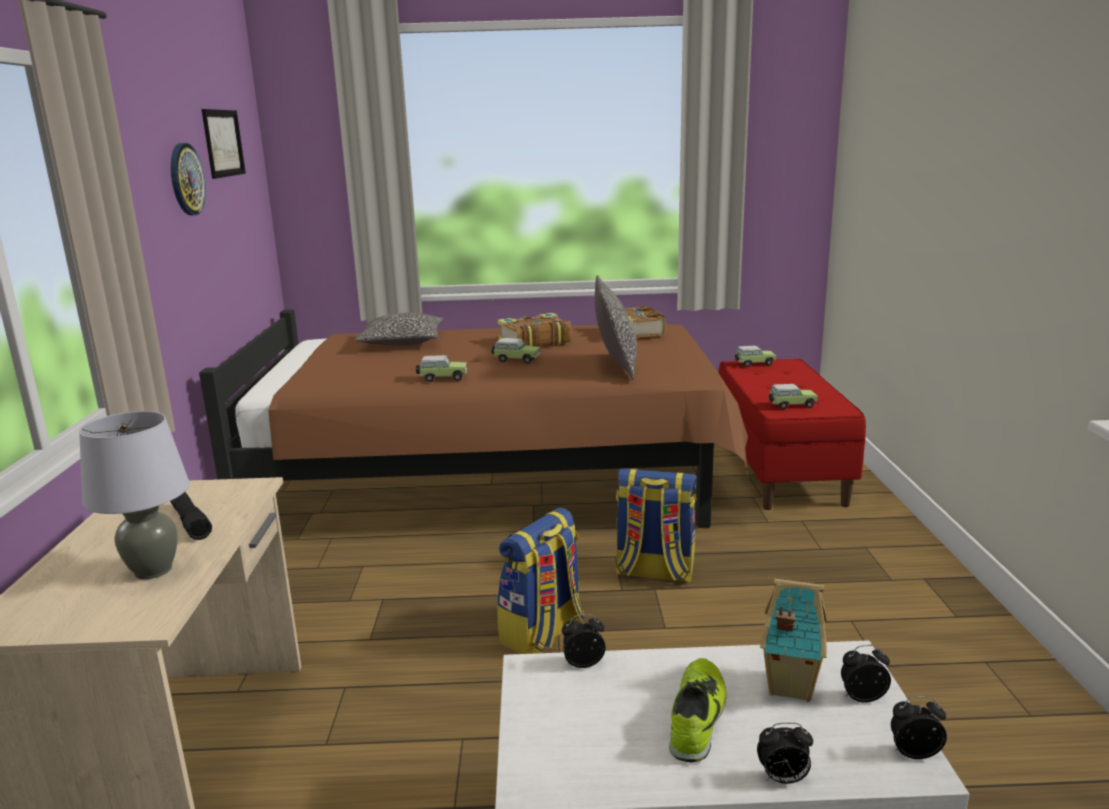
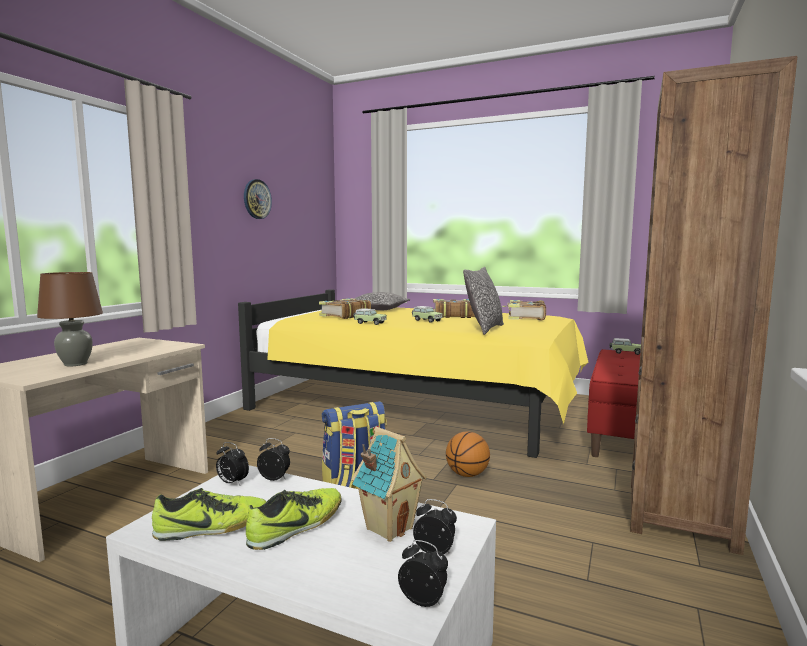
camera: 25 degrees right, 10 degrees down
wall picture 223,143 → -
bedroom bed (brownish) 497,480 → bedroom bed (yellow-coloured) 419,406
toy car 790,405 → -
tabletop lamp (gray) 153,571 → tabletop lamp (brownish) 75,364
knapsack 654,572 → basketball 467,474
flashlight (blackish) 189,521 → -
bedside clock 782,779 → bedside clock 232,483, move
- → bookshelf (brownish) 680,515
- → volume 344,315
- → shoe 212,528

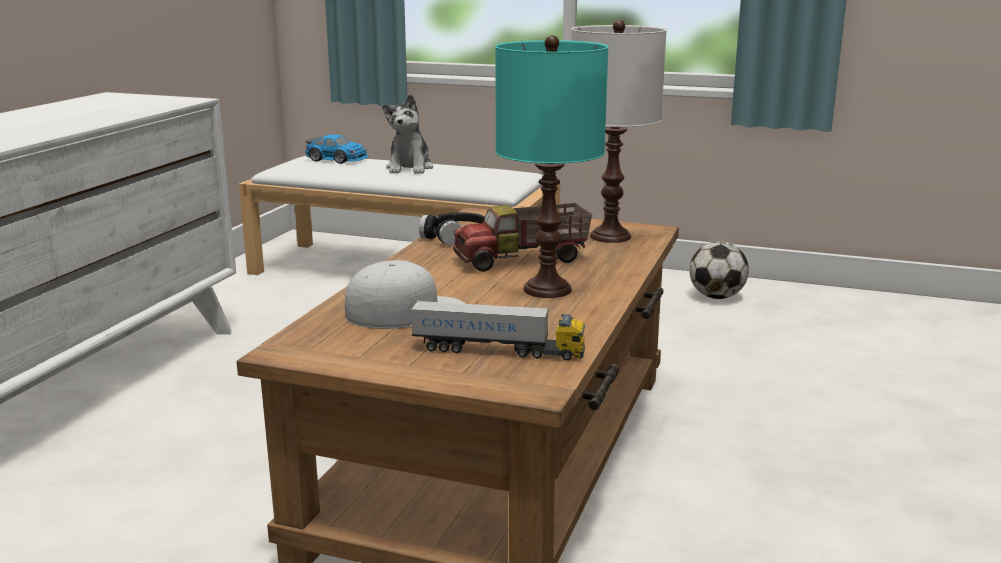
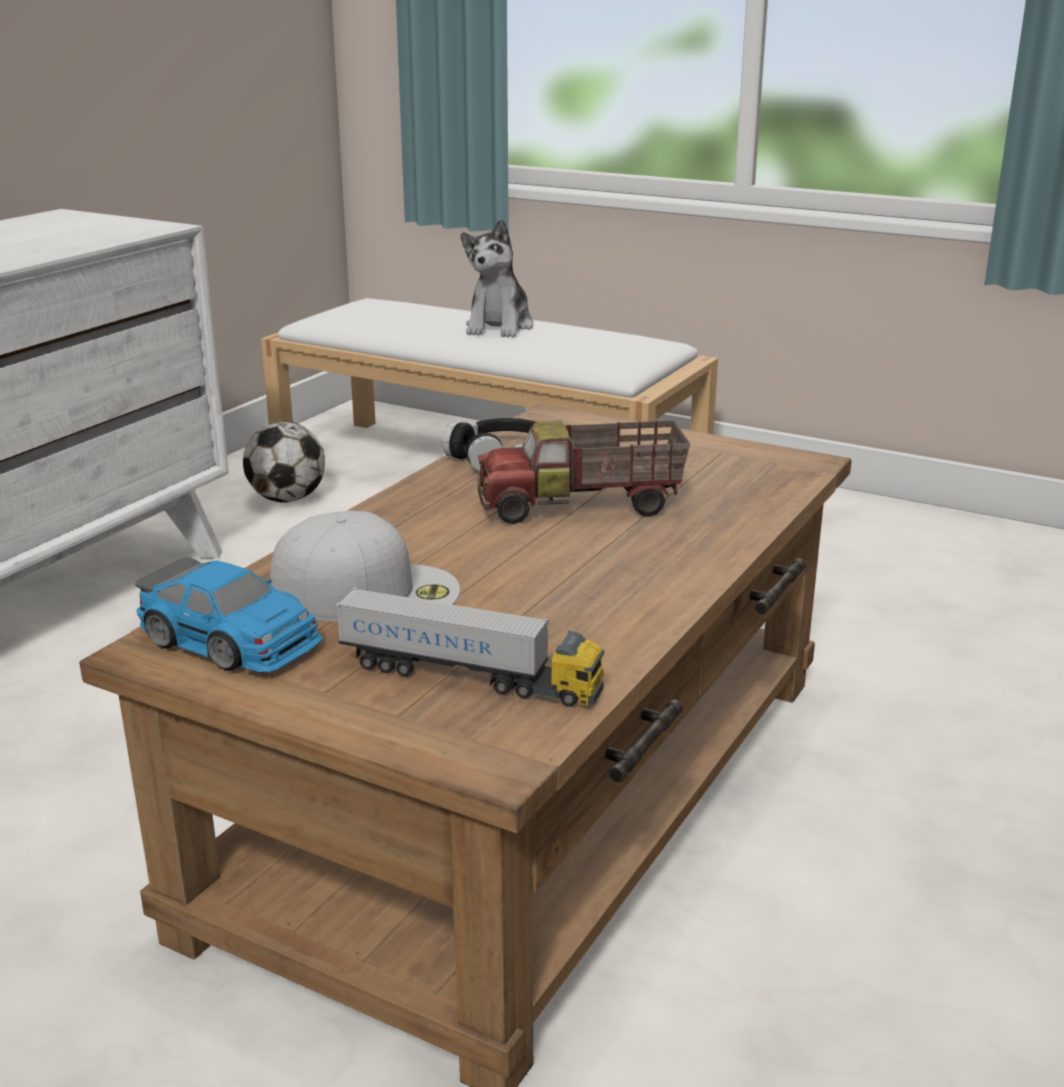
camera: 10 degrees right, 5 degrees up
tabletop lamp (whitish) 611,236 → -
tabletop lamp (turquoise-coloured) 547,289 → -
toy car 337,159 → toy car 231,641, move
ball for football 716,297 → ball for football 287,499, move

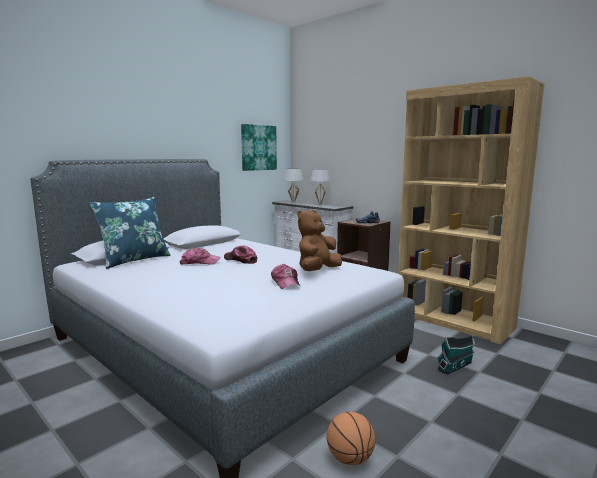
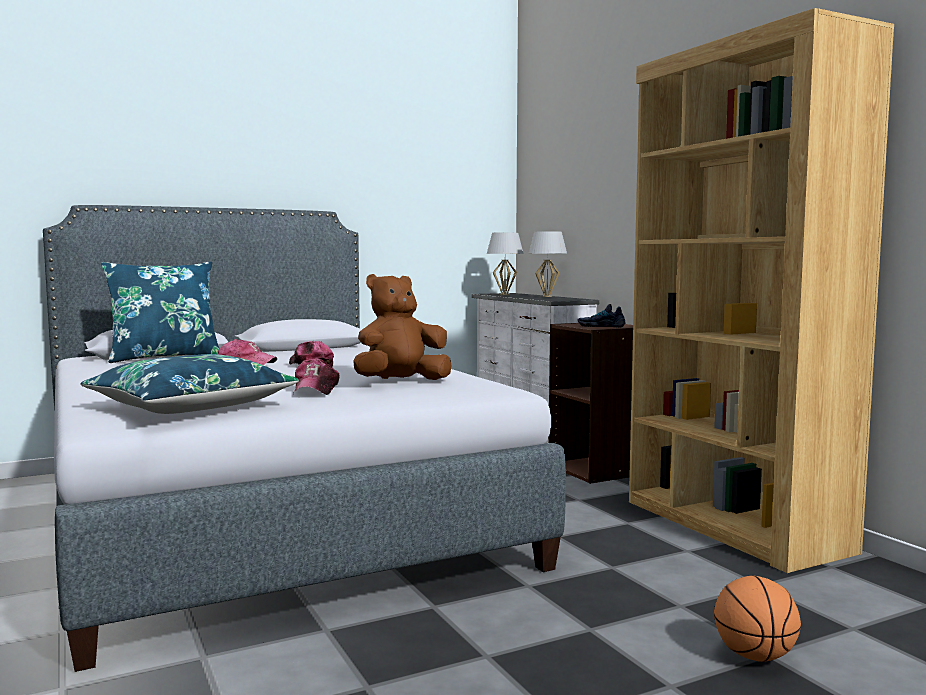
camera: 20 degrees right, 5 degrees down
wall picture 258,147 → -
miniature house 456,366 → -
basketball 350,458 → basketball 754,656, move
- → cushion (blue-coloured) 190,406

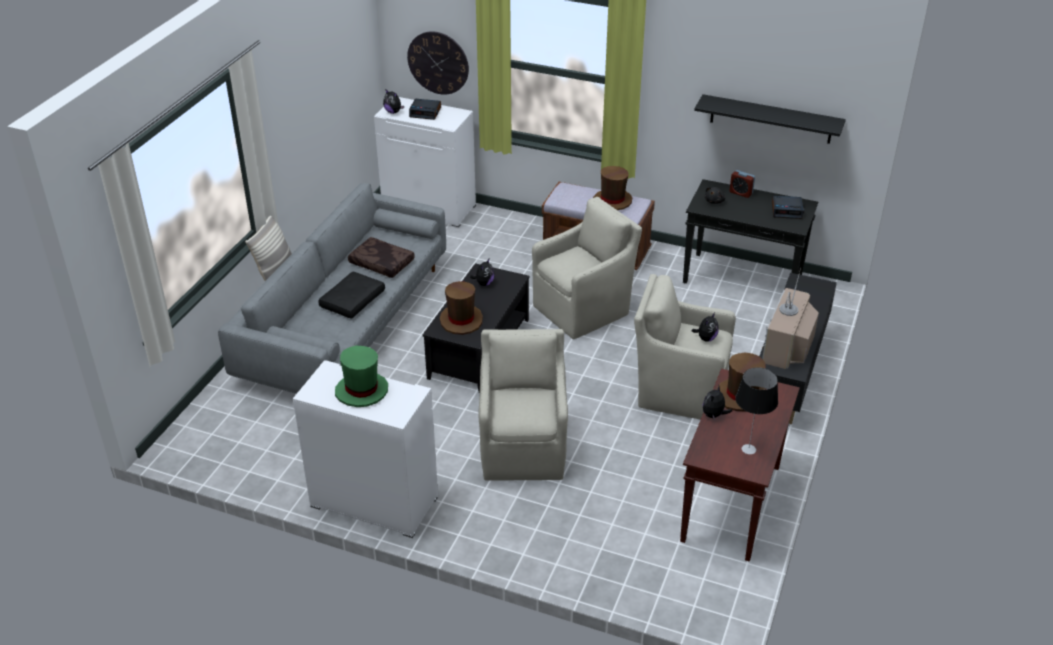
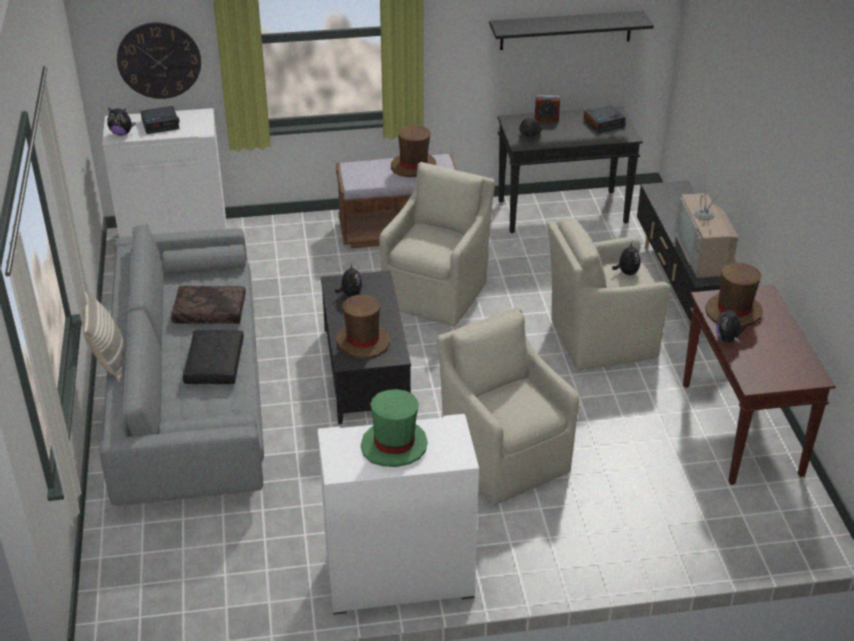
camera: 30 degrees left, 0 degrees up
tabletop lamp 748,449 → -

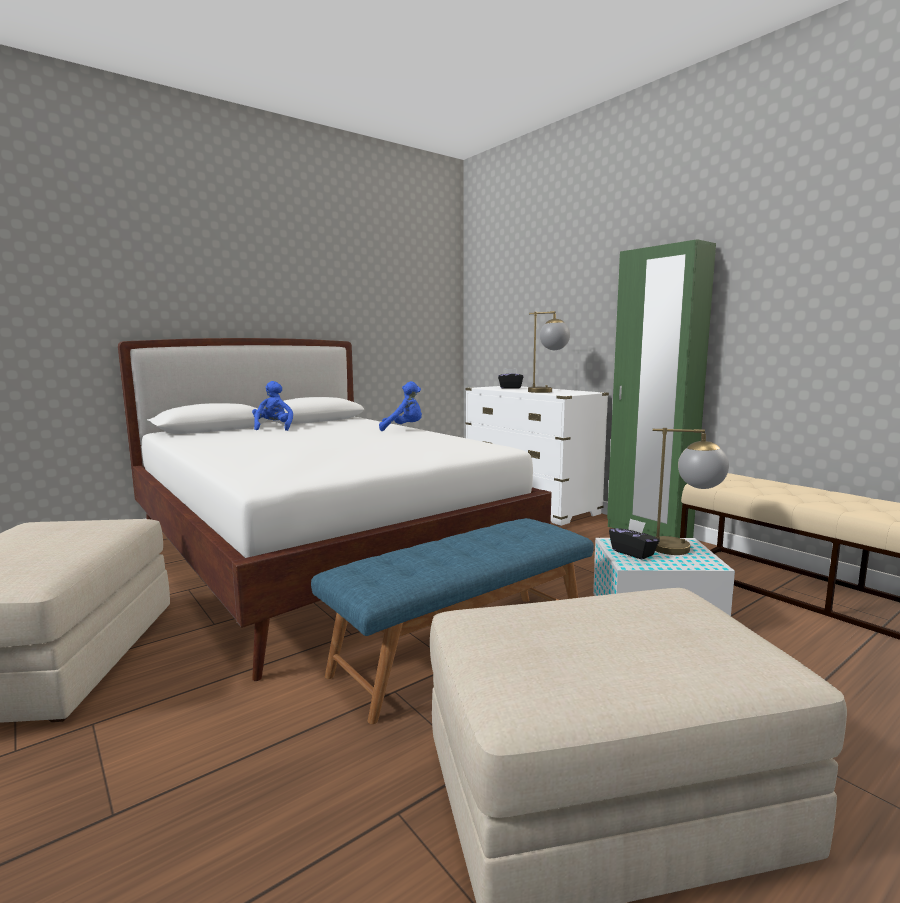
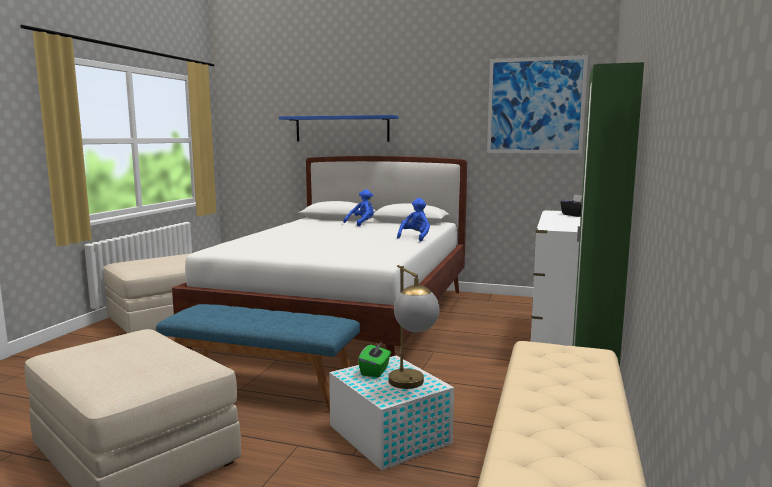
camera: 55 degrees right, 0 degrees up
tabletop lamp 547,392 → -
soft toy (blue-coloured) 403,428 → soft toy (blue-coloured) 415,237, 120 degrees counterclockwise
tissue holder (blackish) 633,553 → tissue holder (greenish) 375,371
- → wall picture 535,106
- → bracket shelf (blue-coloured) 342,129

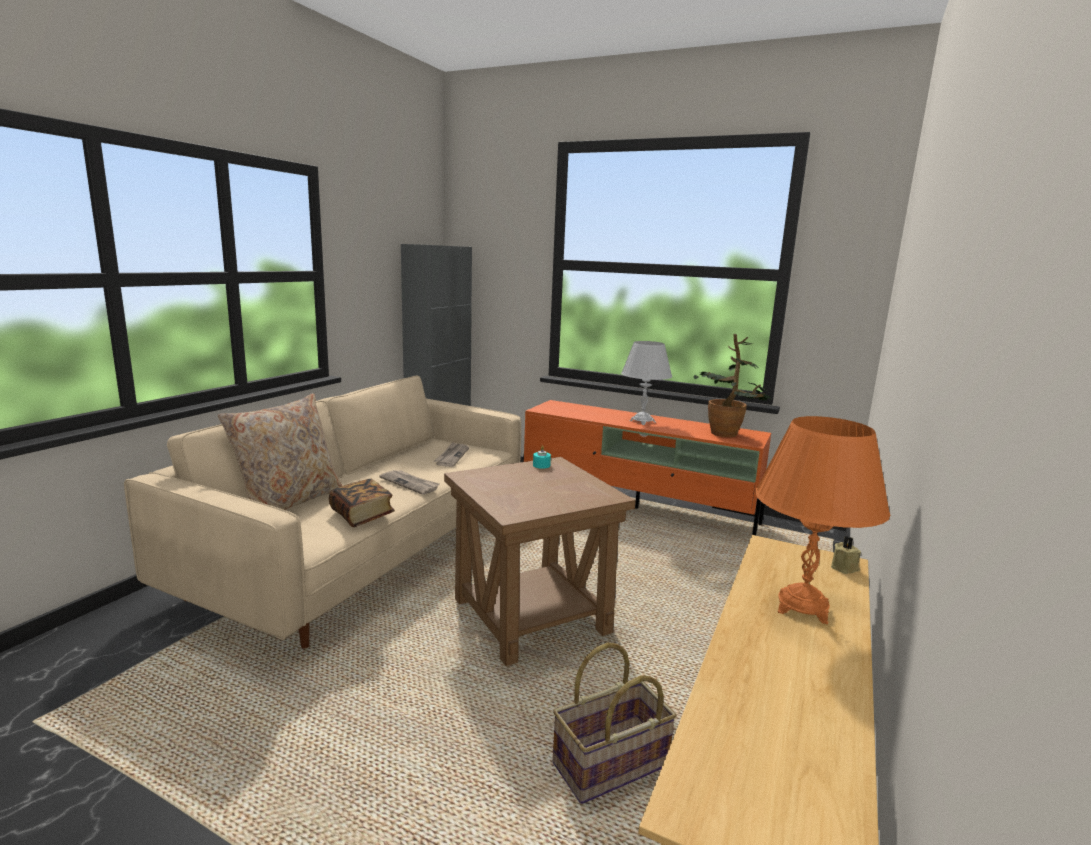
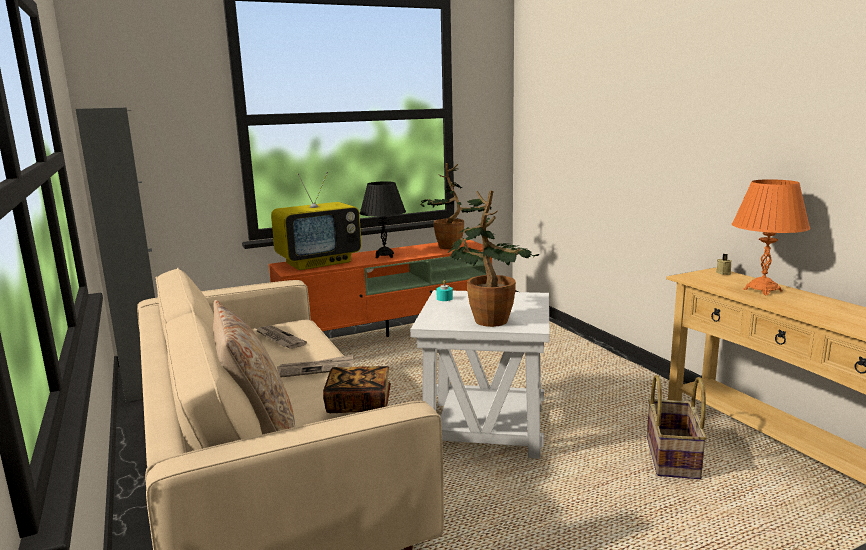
camera: 50 degrees left, 0 degrees up
tabletop lamp (whitish) 642,421 → tabletop lamp (blackish) 384,256
side table (brownish) 532,616 → side table (whitish) 486,427
- → television 319,262
- → houseplant 487,318

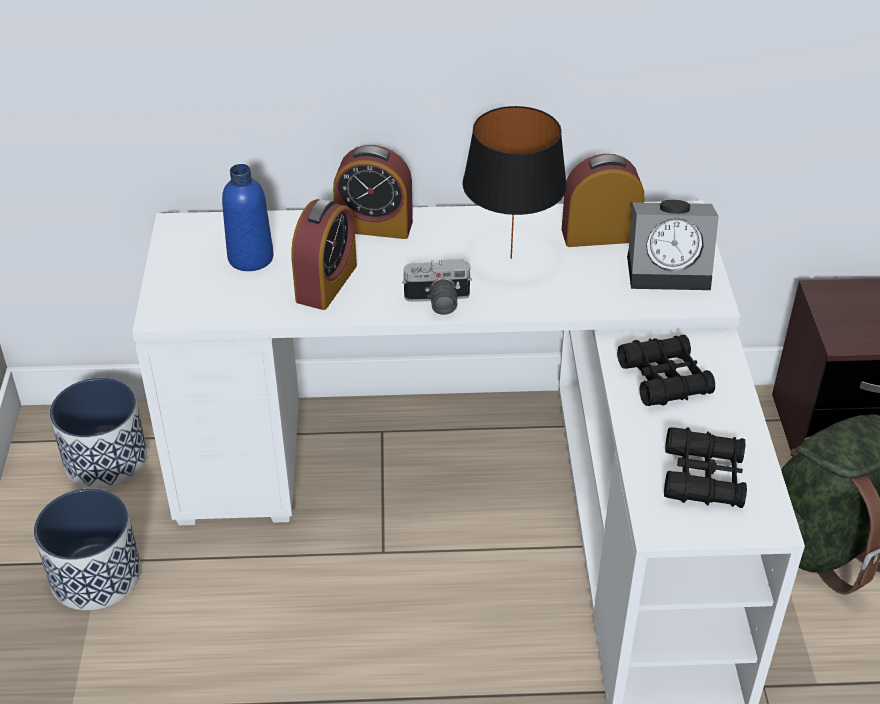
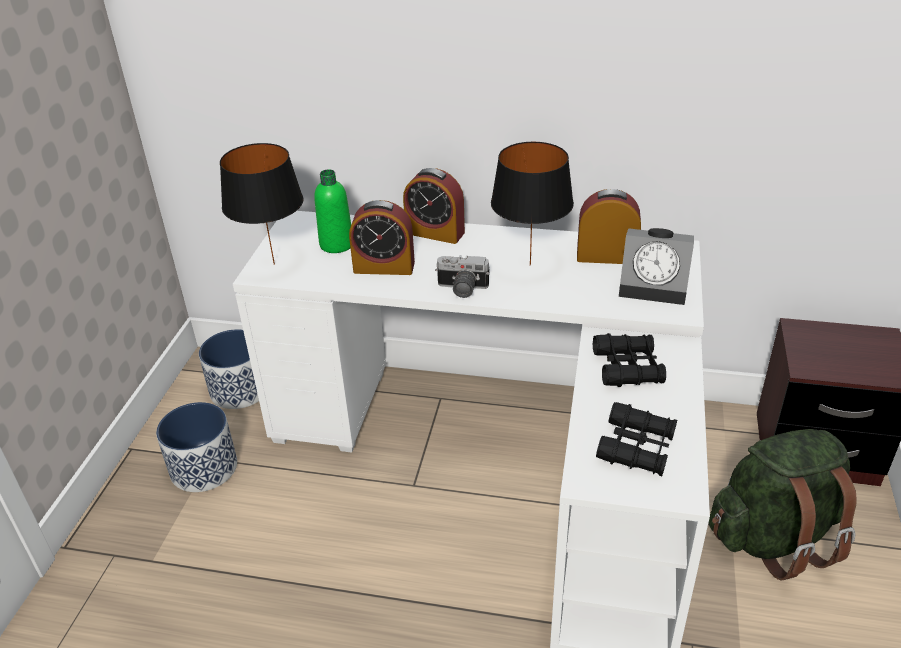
camera: 15 degrees right, 5 degrees down
beverage bottle (blue-coloured) 250,258 → beverage bottle (greenish) 336,244
bedside clock 326,283 → bedside clock 384,267, 60 degrees clockwise
- → tabletop lamp (blackish) 274,265

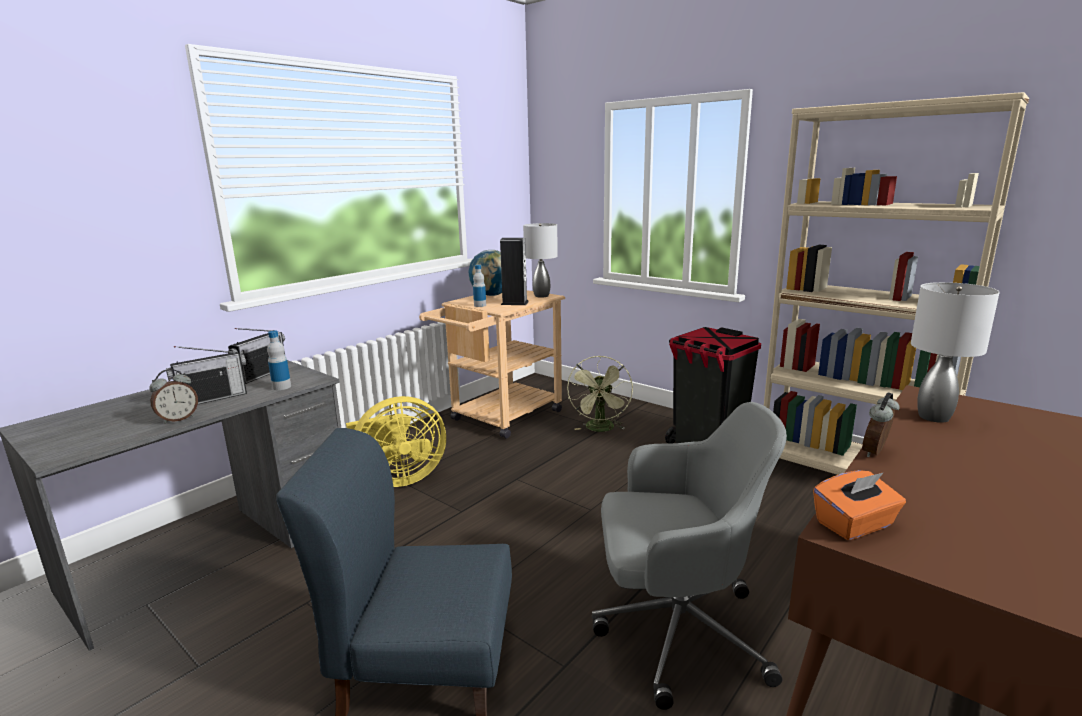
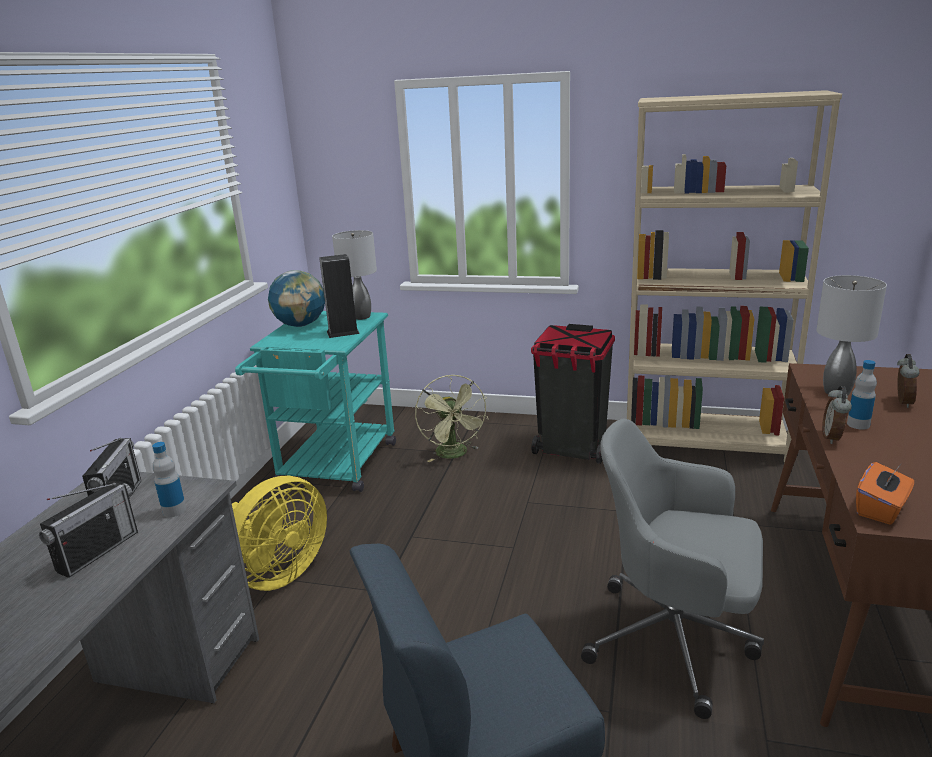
camera: 25 degrees left, 5 degrees up
beverage bottle 480,305 → beverage bottle 858,424, move
wheeled cart (beige) 500,418 → wheeled cart (turquoise-coloured) 334,469
bedside clock 178,419 → bedside clock 901,402, move
desk chair (gray) 675,630 → desk chair (gray) 675,640, 135 degrees counterclockwise

